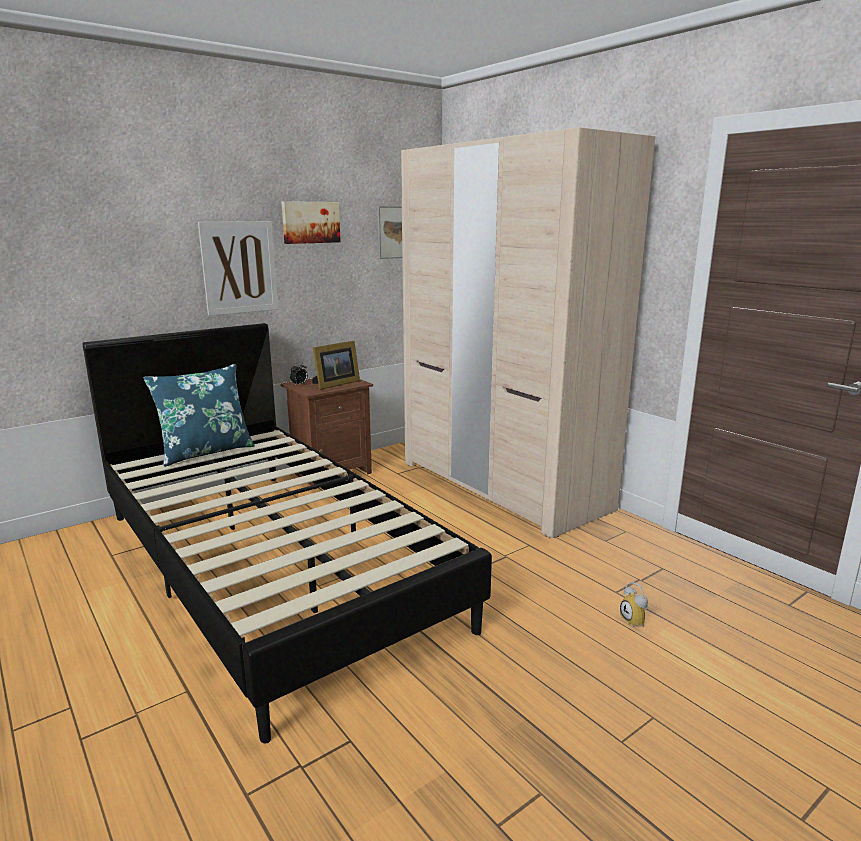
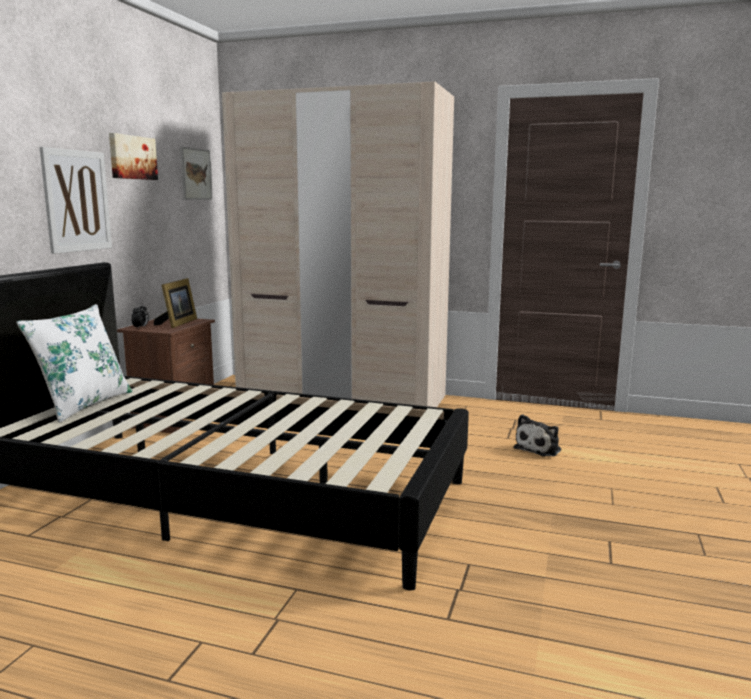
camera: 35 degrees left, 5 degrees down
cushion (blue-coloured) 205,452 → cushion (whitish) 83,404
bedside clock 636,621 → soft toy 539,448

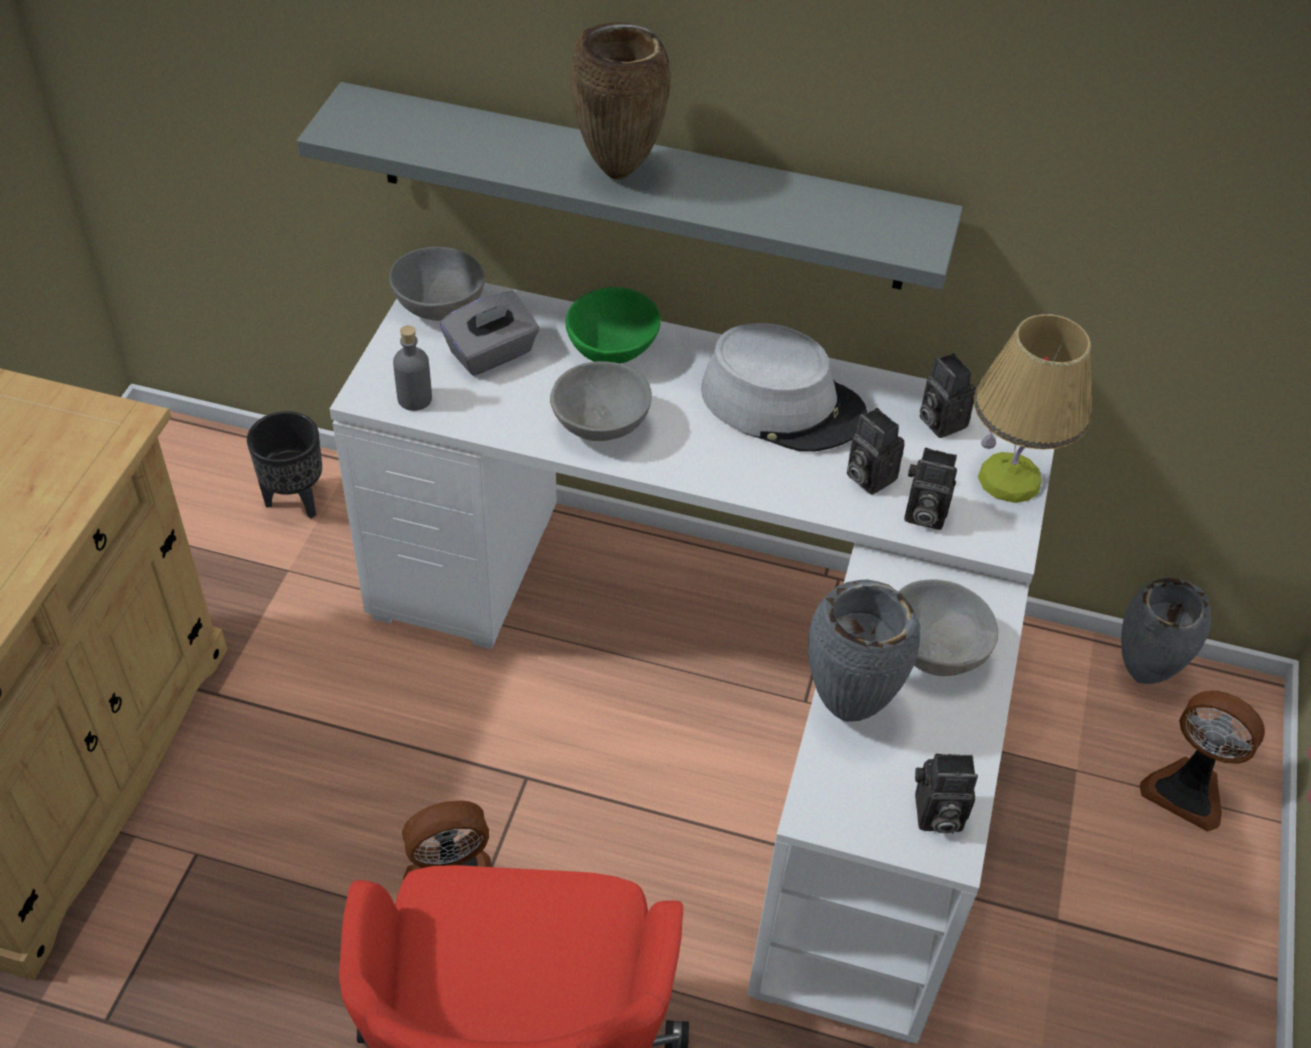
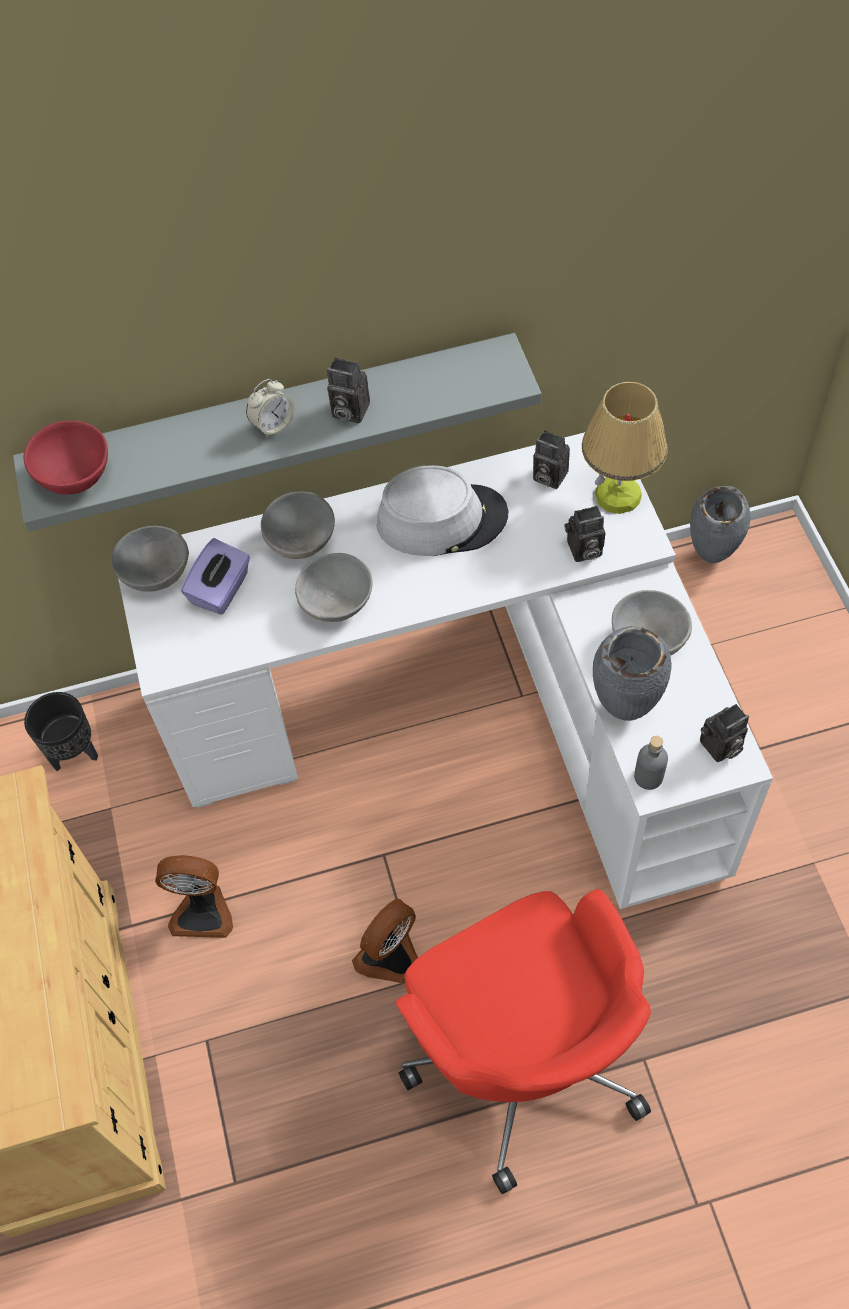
camera: 25 degrees left, 10 degrees up
decorative vase (brownish) 619,171 → bedside clock 273,425
bowl (greenish) 613,351 → bowl (gray) 302,541
tissue holder (gray) 492,354 → tissue holder (purple-coloured) 221,590
beverage bottle (gray) 415,399 → beverage bottle (gray) 648,777, move
still camera 867,476 → still camera 348,411, move
fan 1187,789 → fan 203,911, move
- → bowl (reddish) 76,476

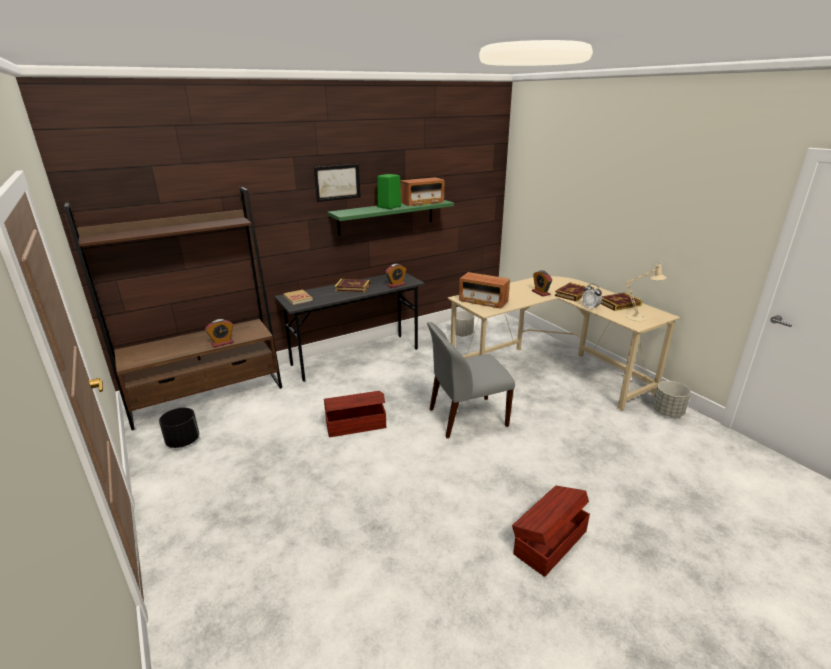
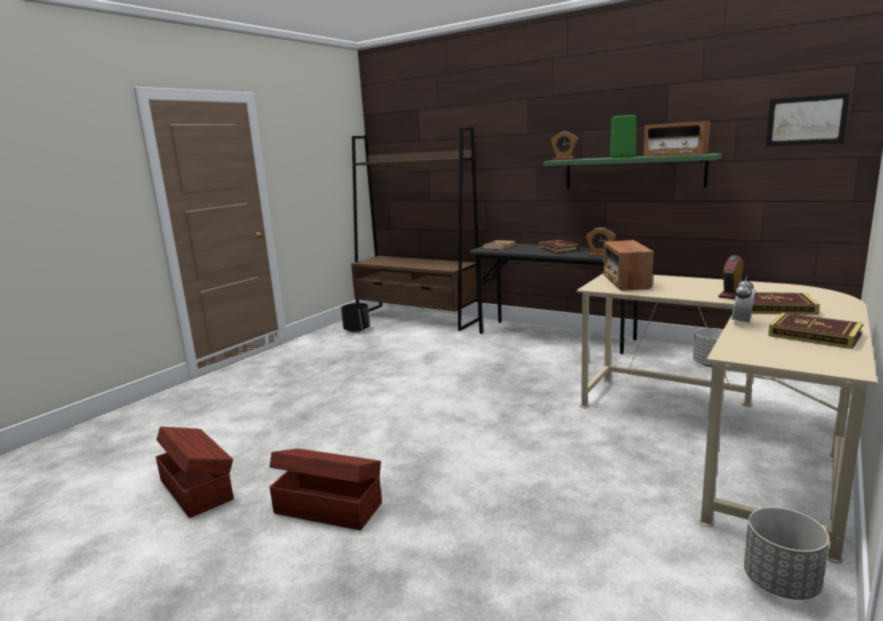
camera: 65 degrees right, 10 degrees down
wall picture 337,182 → wall picture 806,120, move
tabletop lamp (beige) 639,318 → -
bedside clock 222,343 → bedside clock 564,159, move
upright chair (gray) 466,417 → -
storage container (brownish) 355,424 → storage container (brownish) 197,488, move

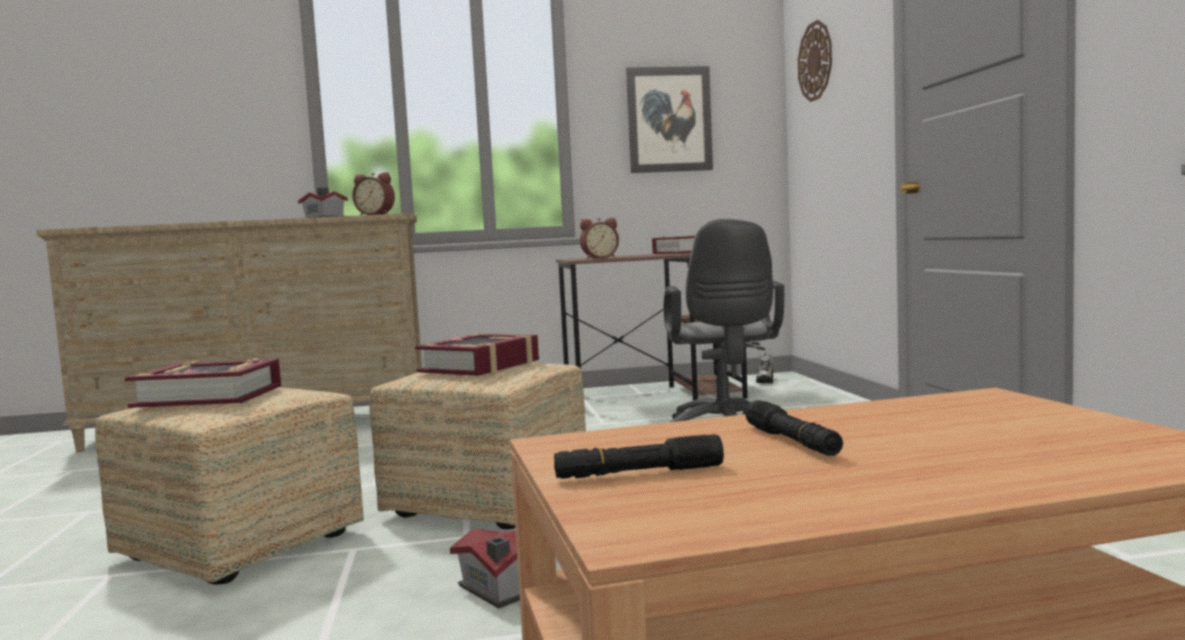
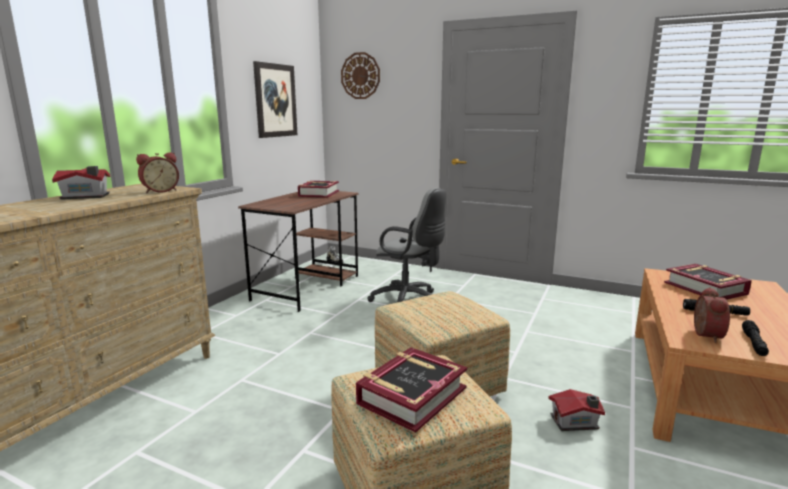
camera: 55 degrees left, 10 degrees up
bedside clock 599,258 → bedside clock 704,335, move
volume 480,366 → volume 705,288, move

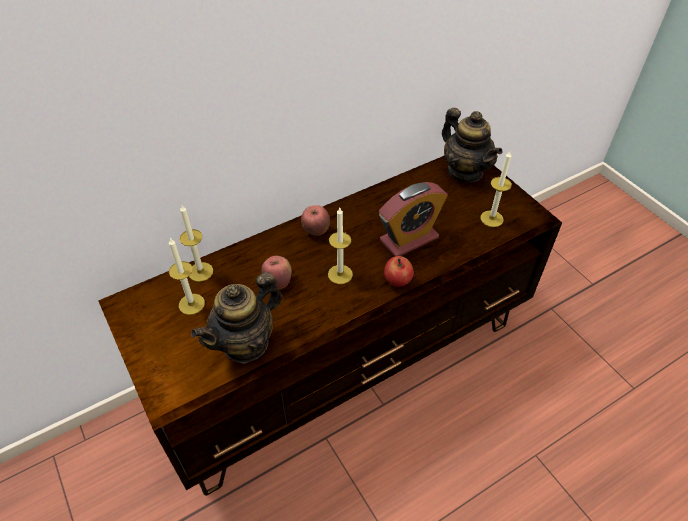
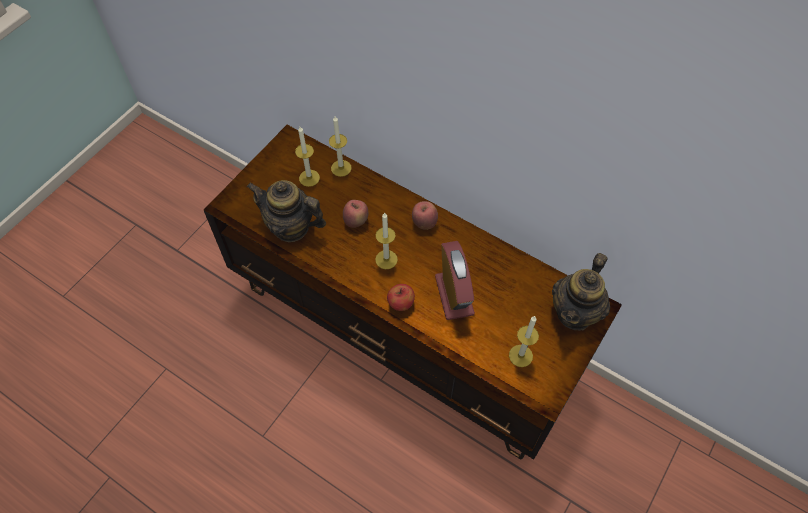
camera: 65 degrees right, 10 degrees up
bedside clock 409,239 → bedside clock 454,295, 135 degrees counterclockwise

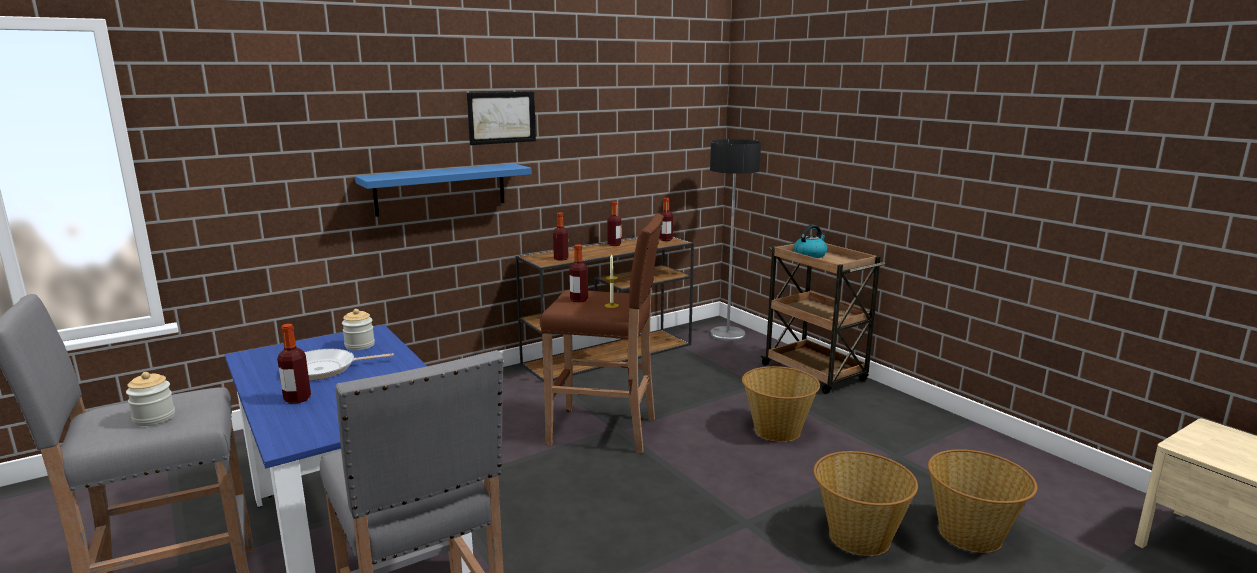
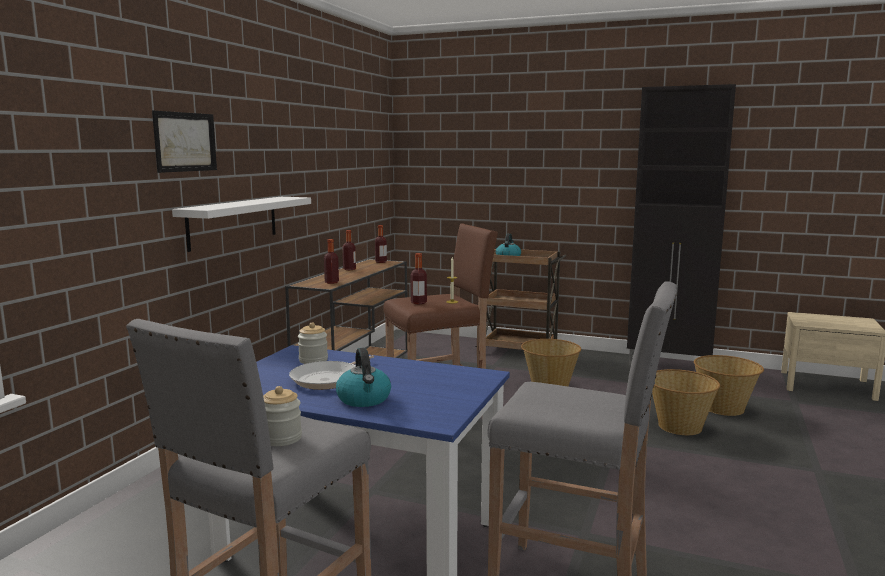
camera: 35 degrees left, 5 degrees down
wall picture 502,117 → wall picture 185,142, move
standing lamp 727,334 → -
bracket shelf (blue-coloured) 441,189 → bracket shelf (whitish) 233,222
beverage bottle 297,399 → water kettle 364,399
- → cupboard (blackish) 669,365

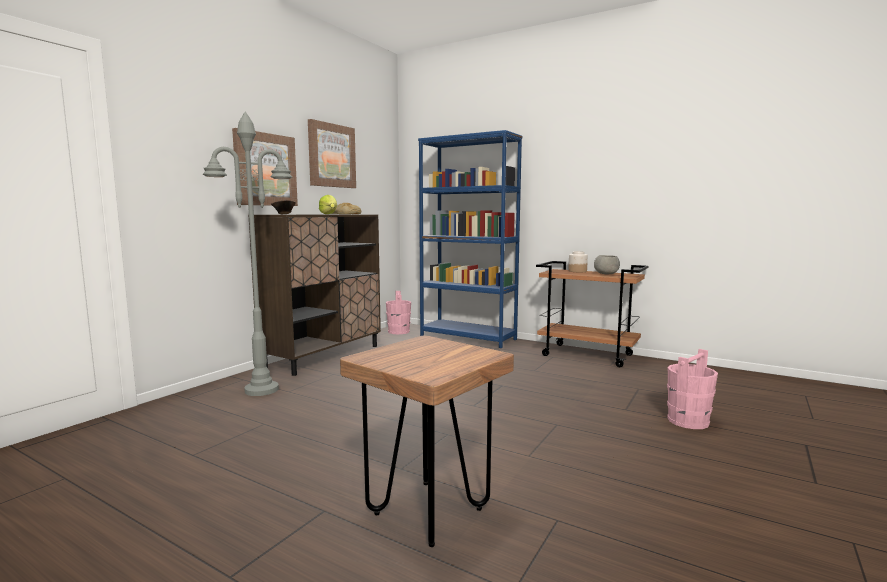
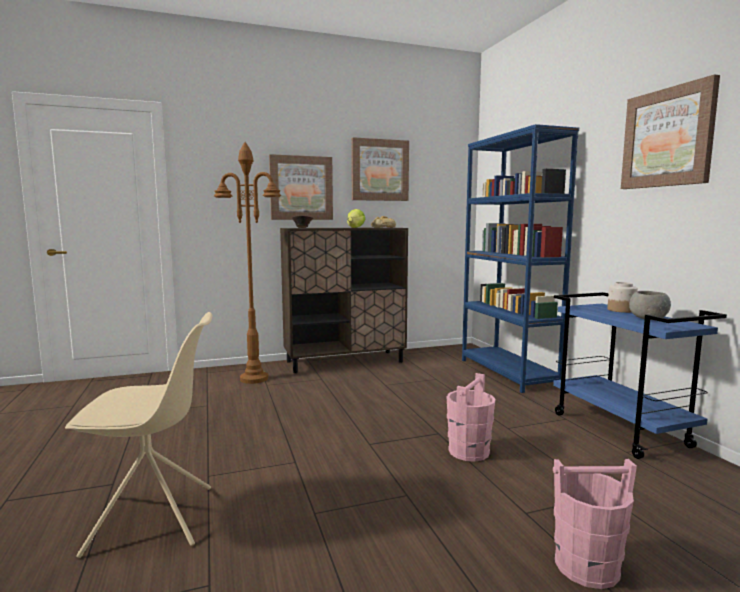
camera: 40 degrees right, 0 degrees up
standing lamp (gray) 262,390 → standing lamp (brownish) 254,379
wheeled cart (brownish) 588,355 → wheeled cart (blue-coloured) 621,430
bucket (pinkish) 399,331 → bucket (pinkish) 469,451, move
stool seat (brownish) 429,511 → upright chair (beige) 154,519
- → wall picture 667,138

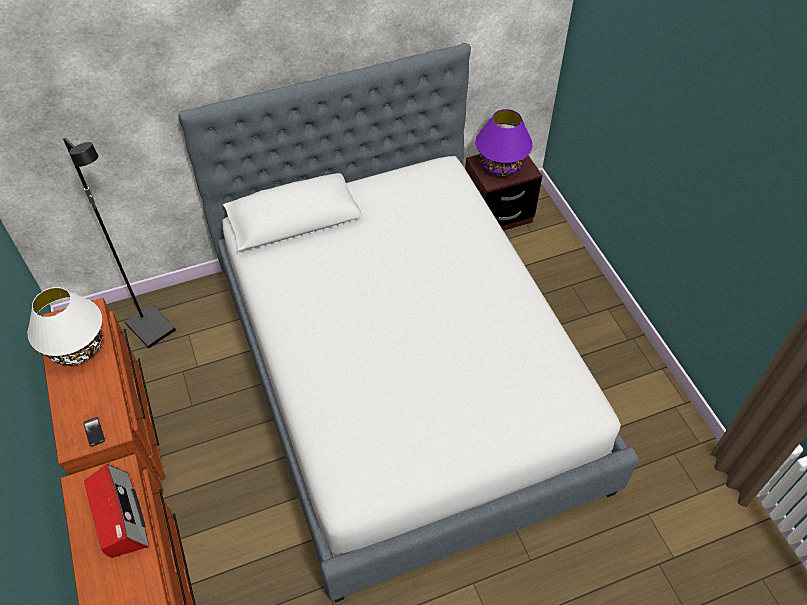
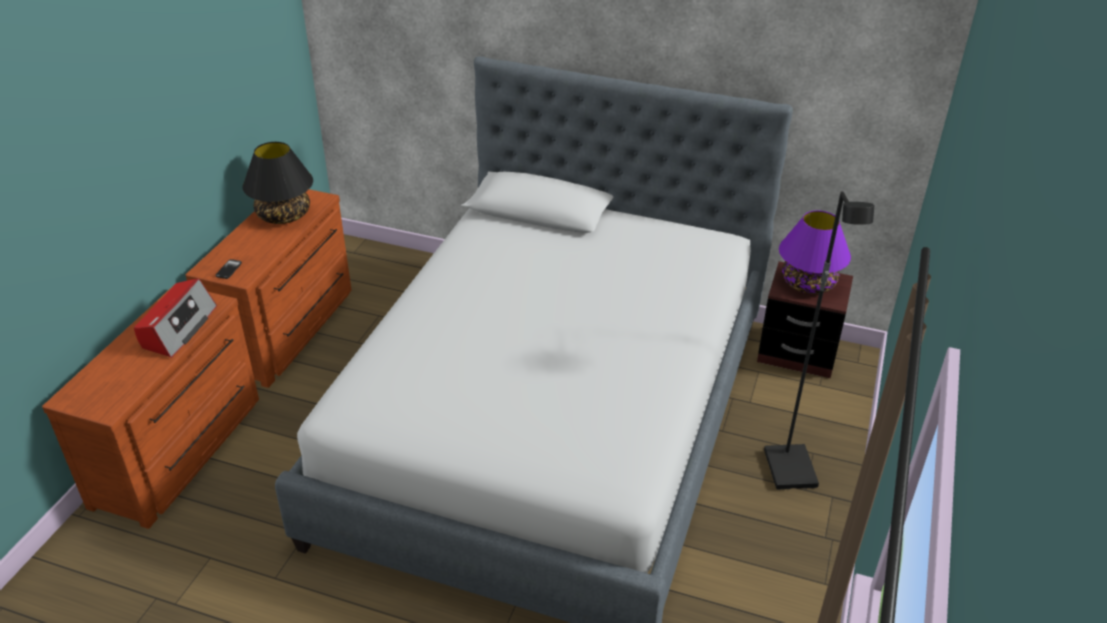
camera: 40 degrees right, 15 degrees down
standing lamp (blackish) 152,327 → standing lamp (blackish) 791,470, move
tabletop lamp (whitish) 77,348 → tabletop lamp (blackish) 283,215

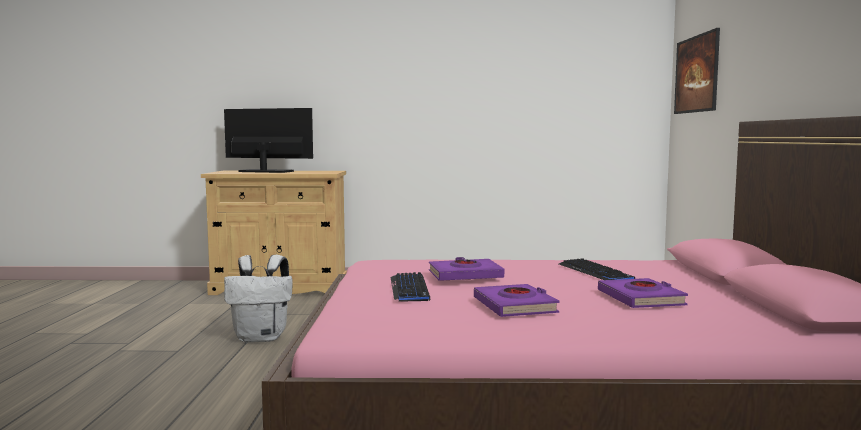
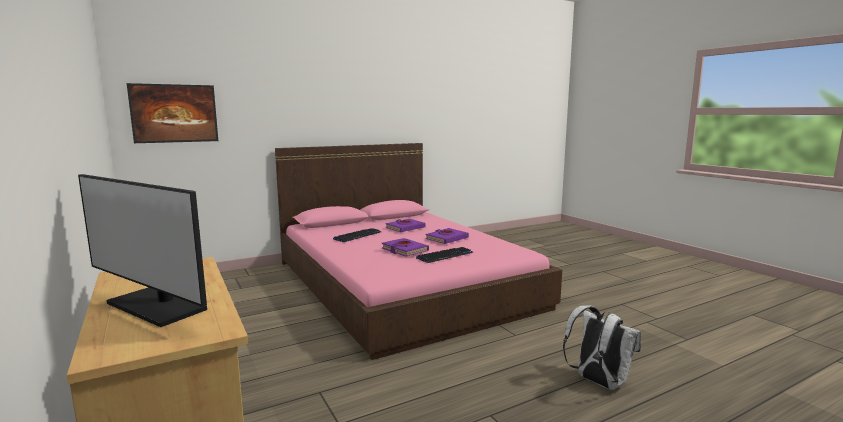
camera: 120 degrees left, 5 degrees up
monitor 266,171 → monitor 156,306, 45 degrees counterclockwise
knapsack (whitish) 262,338 → knapsack (whitish) 598,382, move

